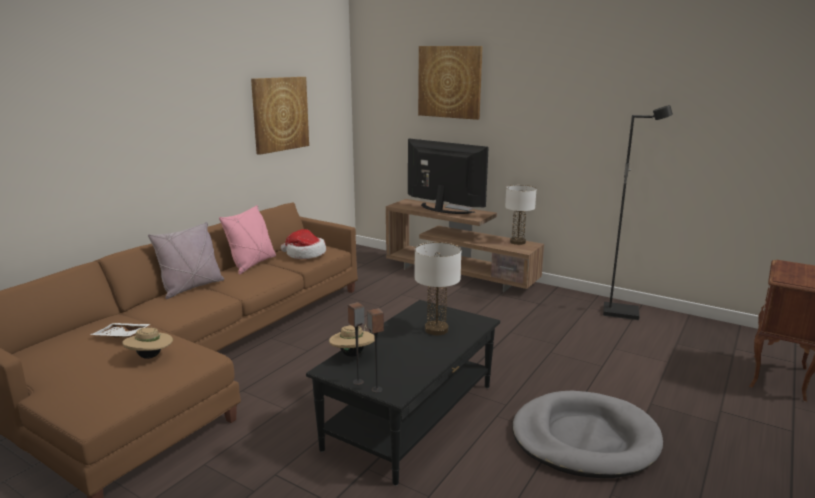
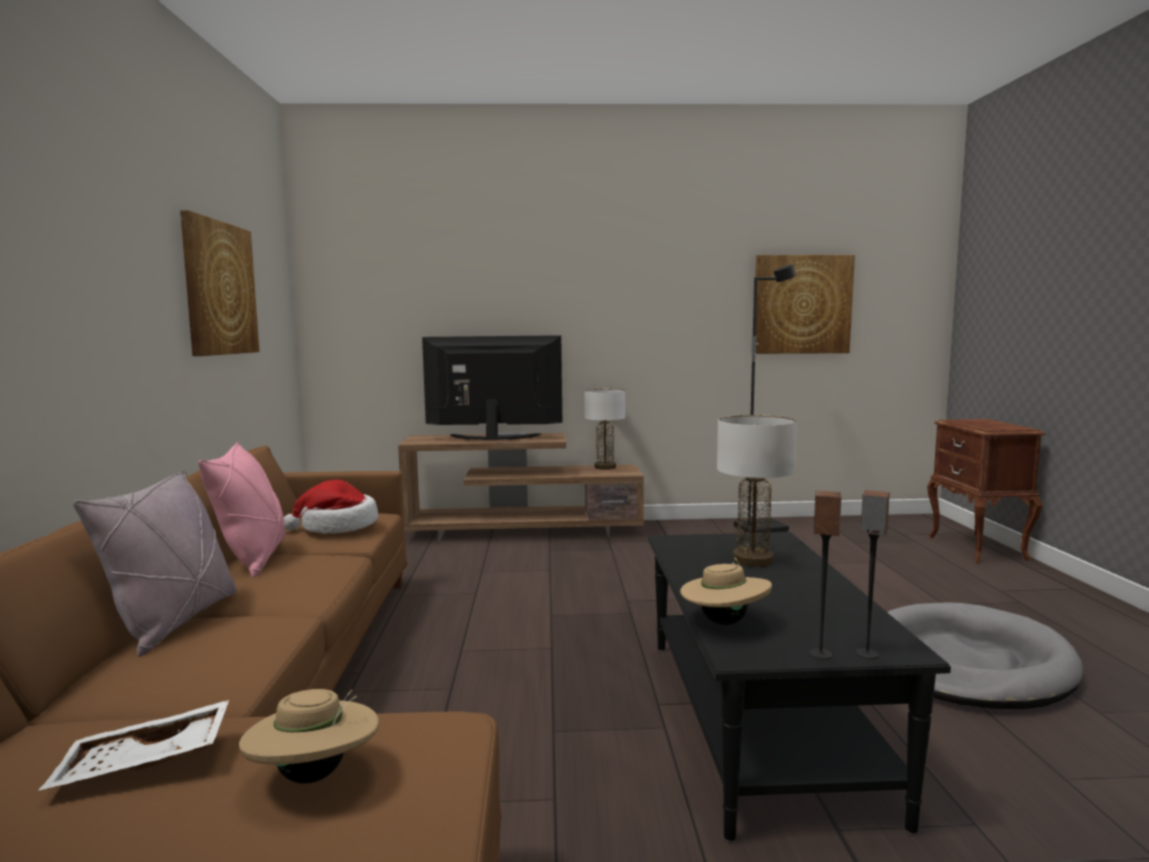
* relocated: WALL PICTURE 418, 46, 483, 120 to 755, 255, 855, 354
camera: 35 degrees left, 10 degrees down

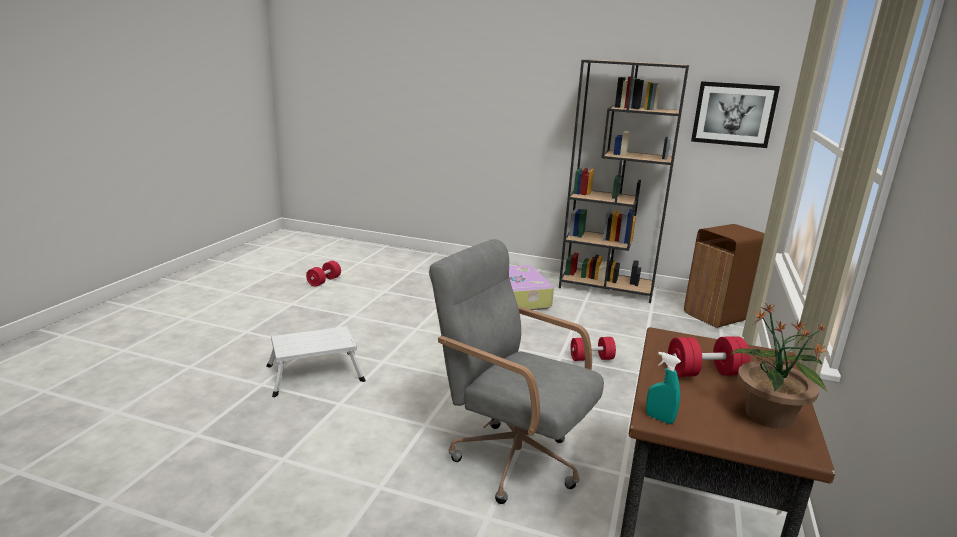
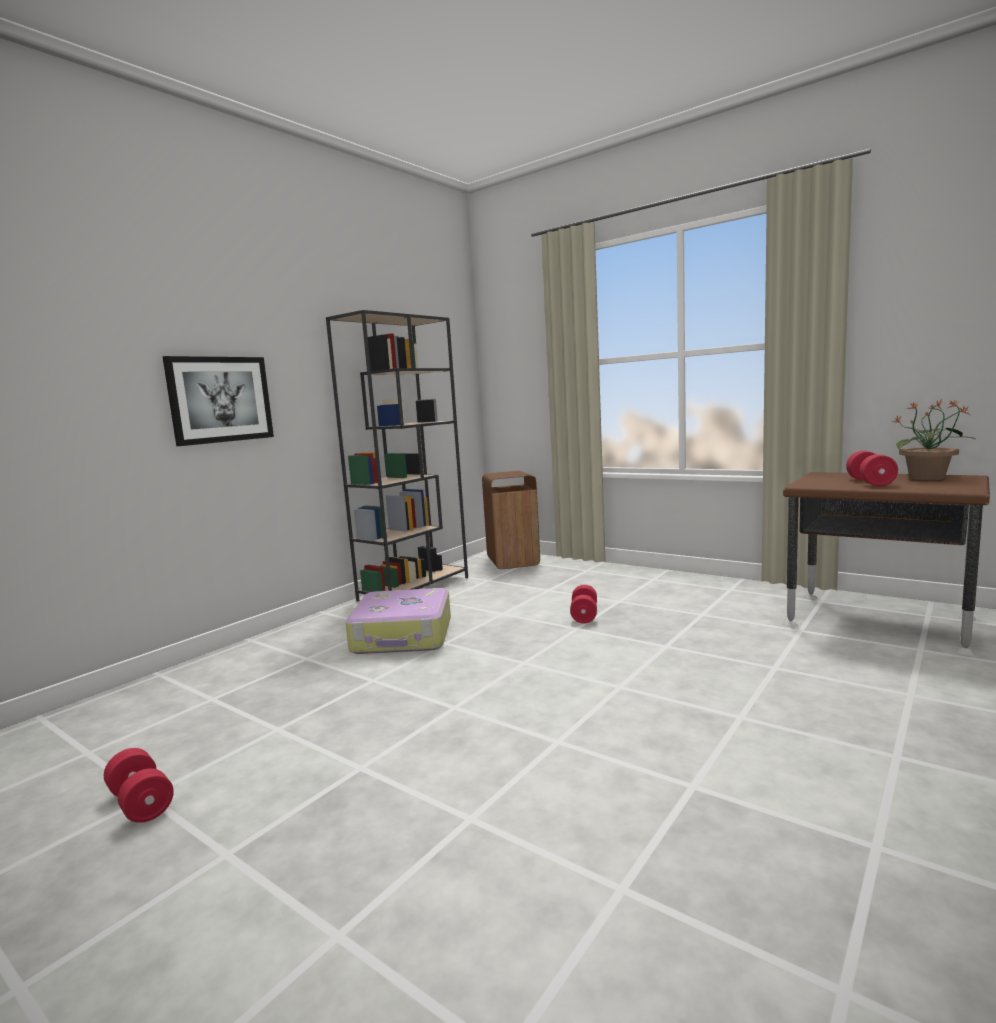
* relocated: WALL PICTURE 691, 81, 780, 148 to 163, 356, 274, 446
* missing: WHITE-COLOURED STEP STOOL 266, 326, 366, 397
* missing: GREYISH COMPUTER CHAIR 429, 239, 604, 504
* missing: TURQUOISE-COLOURED HAND SPRAYER 646, 351, 681, 424
camera: 70 degrees left, 10 degrees down

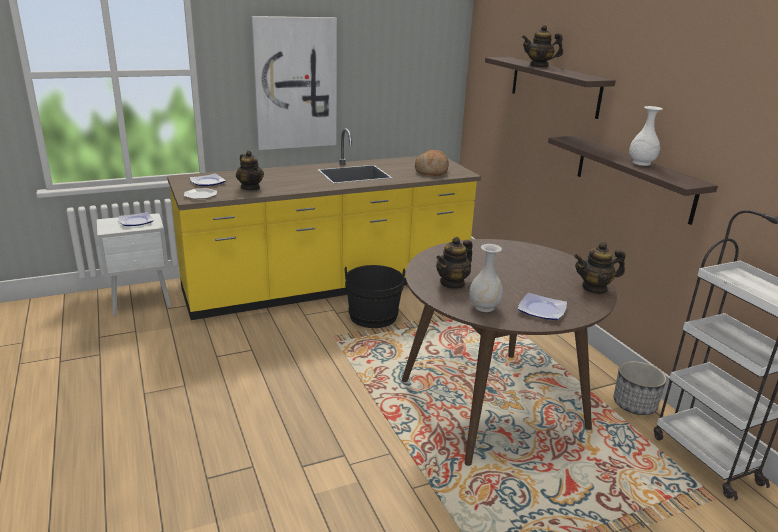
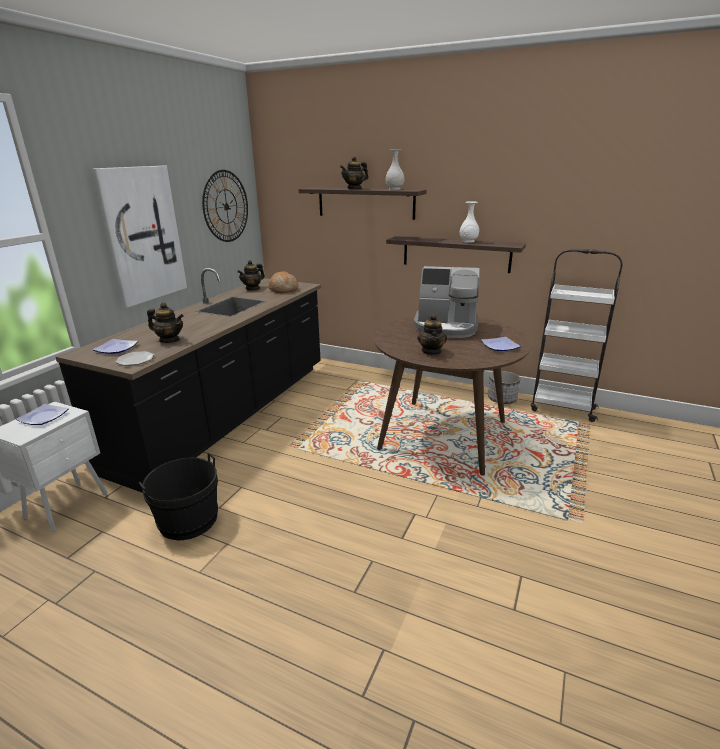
* colour: YELLOWISH COUNTER 167, 128, 481, 320 to BLACK COUNTER 56, 268, 321, 493
* relocated: BLACK WATER BUCKET 344, 265, 405, 328 to 139, 453, 218, 540
* appeared: HANGING CLOCK 202, 170, 248, 242
* relocated: TEAPOT 574, 242, 625, 294 to 237, 260, 265, 291
* relocated: WHITE-COLOURED DECORATIVE VASE 469, 244, 503, 312 to 386, 149, 404, 190
* appeared: COFFEE BREWER 414, 266, 480, 338
camera: 40 degrees left, 0 degrees up

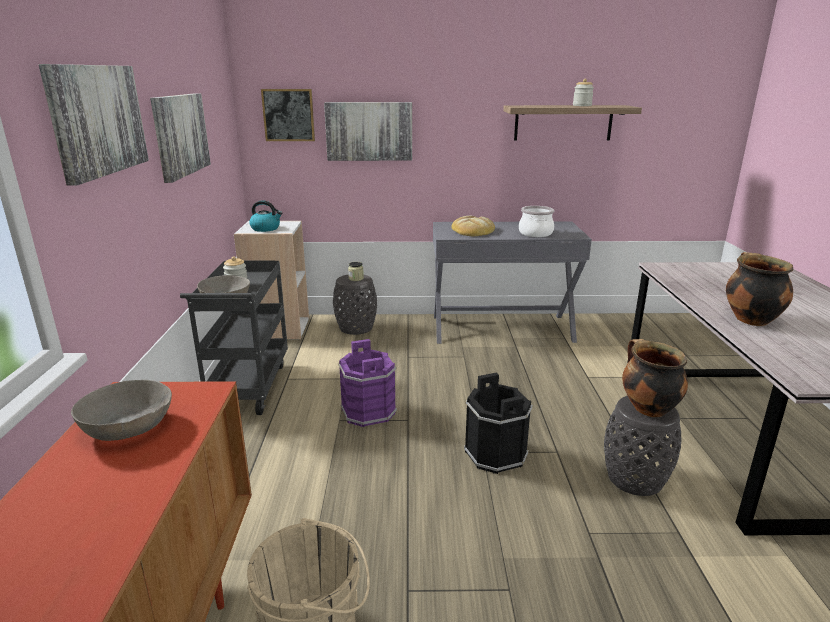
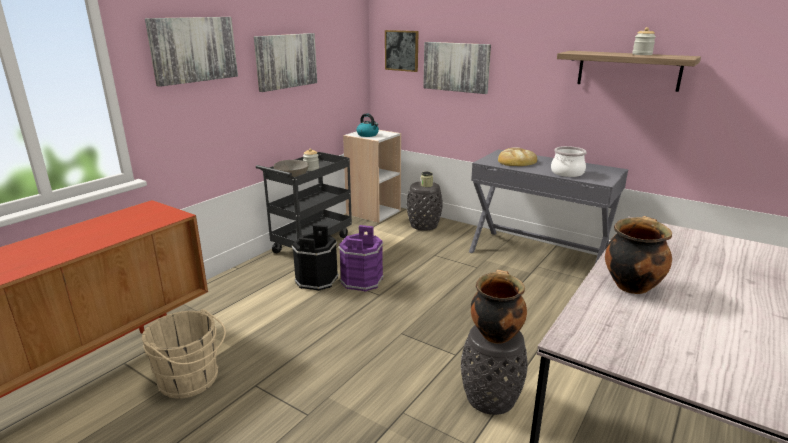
* relocated: BLACK WATER BUCKET 464, 373, 533, 474 to 292, 225, 339, 291
* missing: GREYISH BOWL 71, 380, 172, 441
camera: 35 degrees right, 0 degrees up

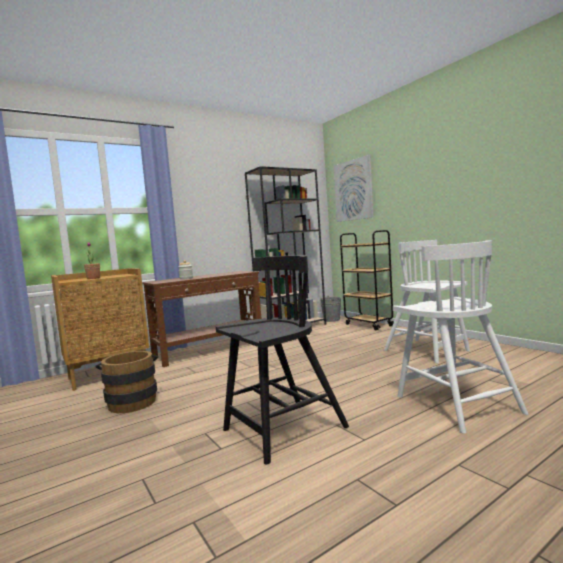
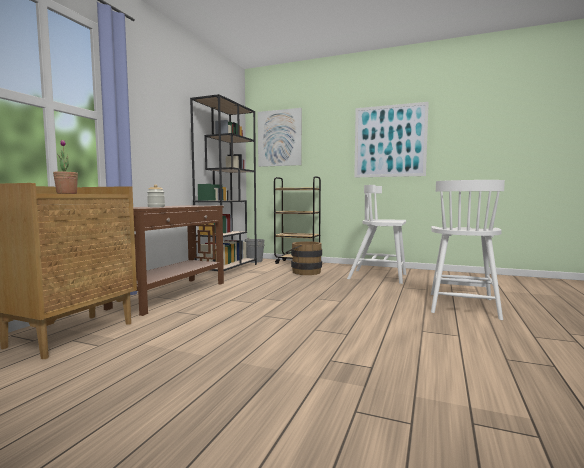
* relocated: BROWN-COLOURED WATER BUCKET 95, 351, 158, 413 to 286, 241, 322, 275
* appeared: WALL PICTURE 354, 102, 429, 177
* spun: WHITE-COLOURED CHAIR 393, 240, 528, 434 = 431, 180, 505, 320 75 degrees clockwise
* missing: BLACK CHAIR 216, 255, 349, 464
camera: 35 degrees left, 0 degrees up

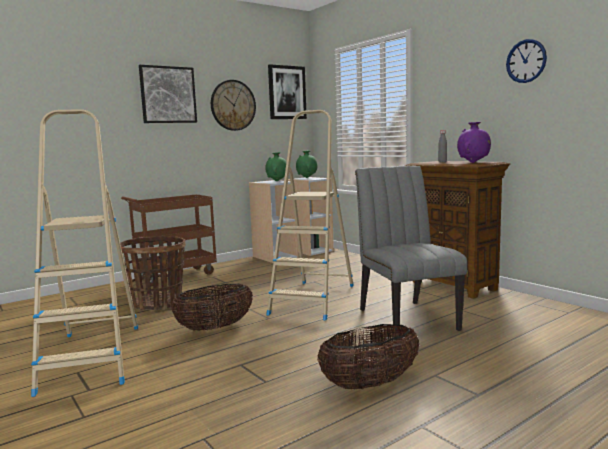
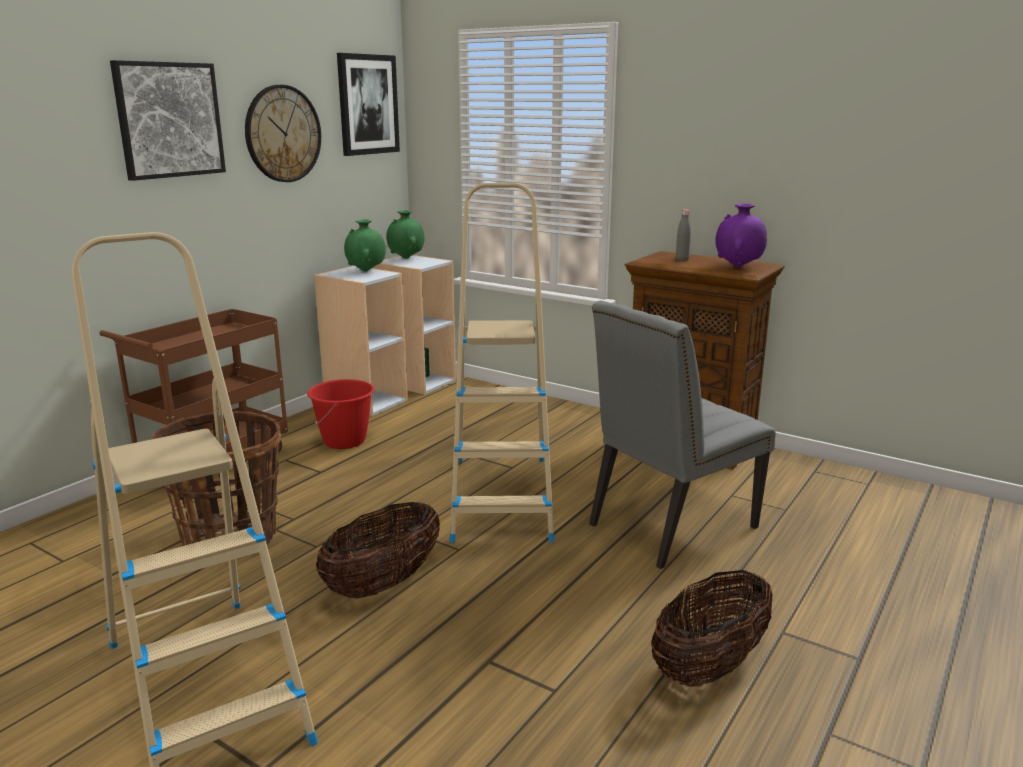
* appeared: REDDISH WATER BUCKET 307, 379, 374, 449
* spun: GREYISH CHAIR 355, 166, 467, 332 = 589, 300, 776, 569 90 degrees counterclockwise
* missing: HANGING CLOCK 506, 39, 547, 83
camera: 20 degrees left, 10 degrees up

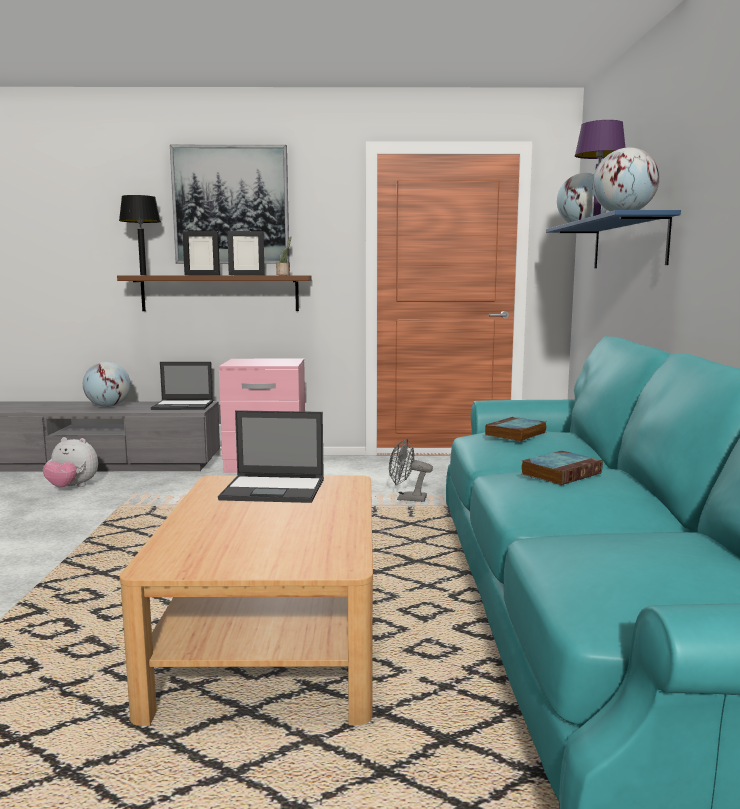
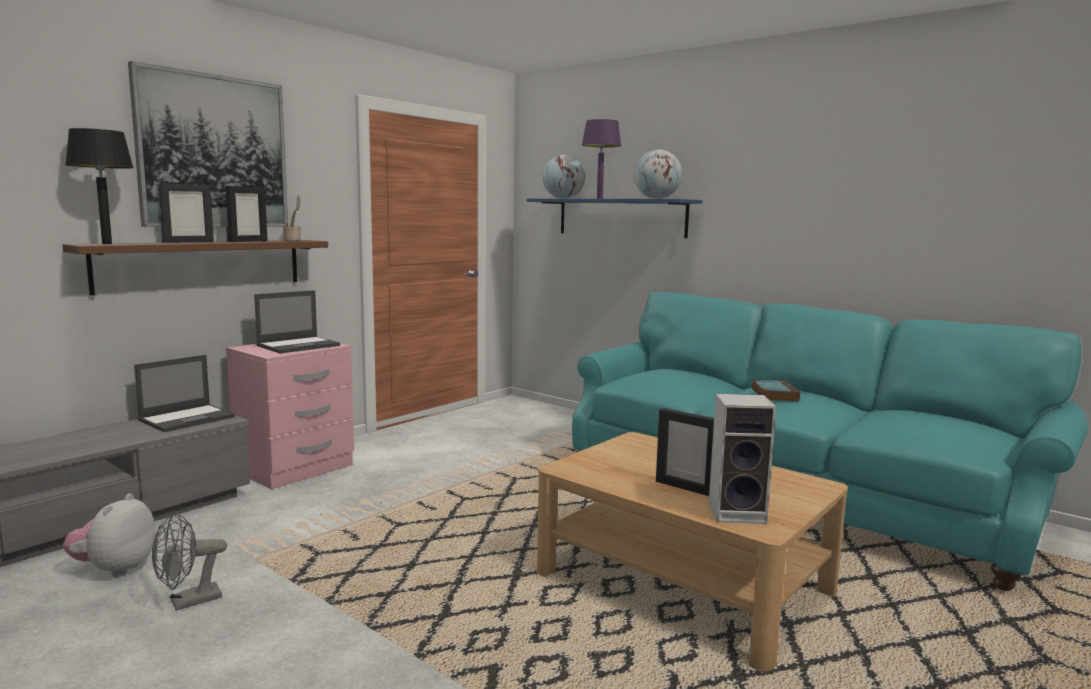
* spun: CUDDLY TOY 43, 437, 98, 487 = 63, 494, 156, 577 135 degrees clockwise
* relocated: GREYISH COOLING FAN 389, 439, 433, 502 to 152, 512, 227, 611
* relocated: LAPTOP 218, 410, 324, 503 to 254, 290, 340, 353
* appeared: STANDING FRAME 656, 408, 714, 496
* appeared: SPEAKER 709, 394, 776, 524
* missing: GLOBE 83, 362, 131, 407
* missing: BOOK 485, 417, 546, 441
camera: 50 degrees left, 0 degrees up

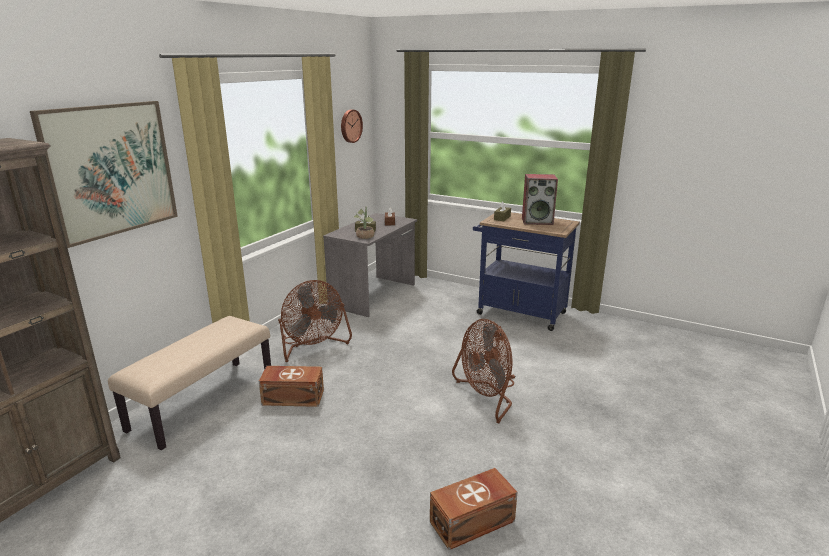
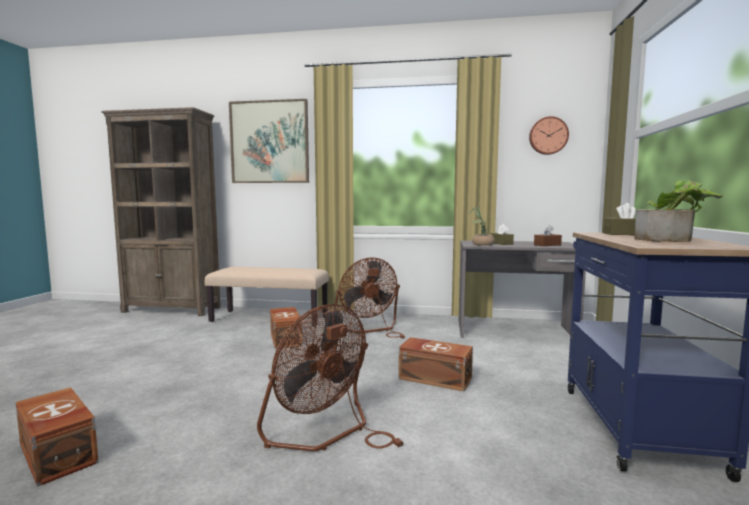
* spun: BROWN-COLOURED COOLING FAN 278, 280, 352, 362 = 333, 257, 405, 338 120 degrees clockwise
* appeared: BROWN-COLOURED STORAGE CONTAINER 398, 337, 473, 391
* exchanged: SPEAKER 522, 174, 558, 225 to HOUSEPLANT 635, 180, 723, 242
camera: 70 degrees right, 15 degrees down

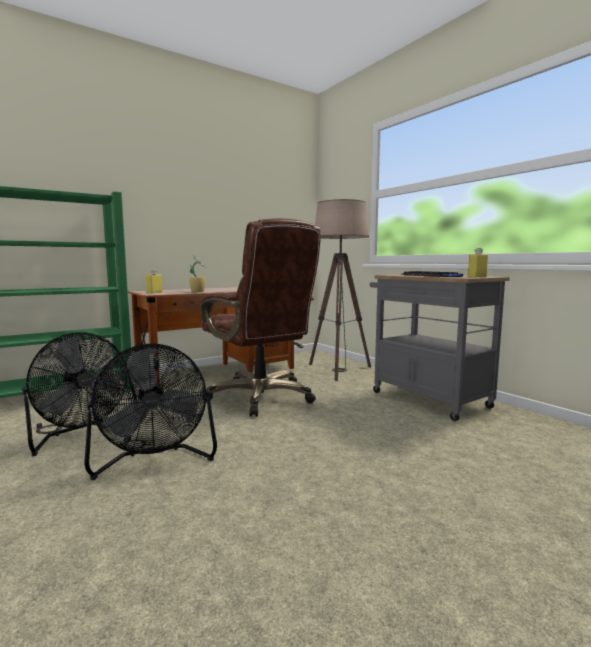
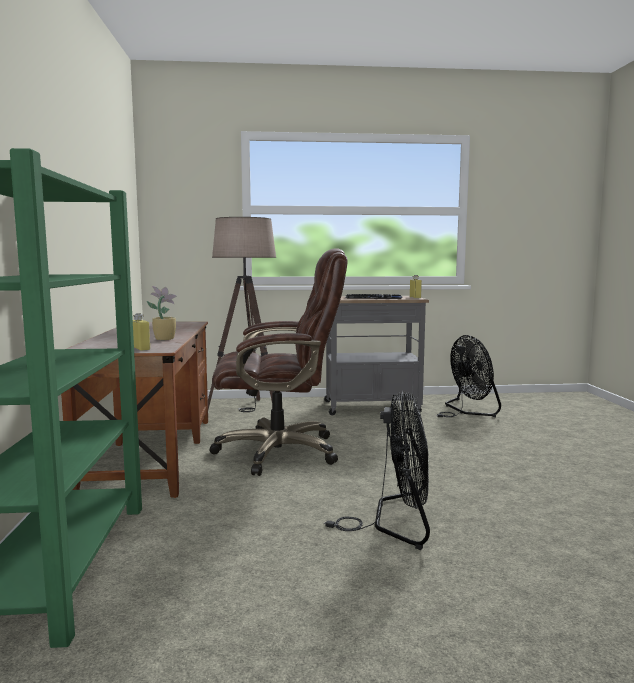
* relocated: BLACK COOLING FAN 22, 332, 138, 456 to 436, 335, 501, 417
camera: 60 degrees left, 0 degrees up

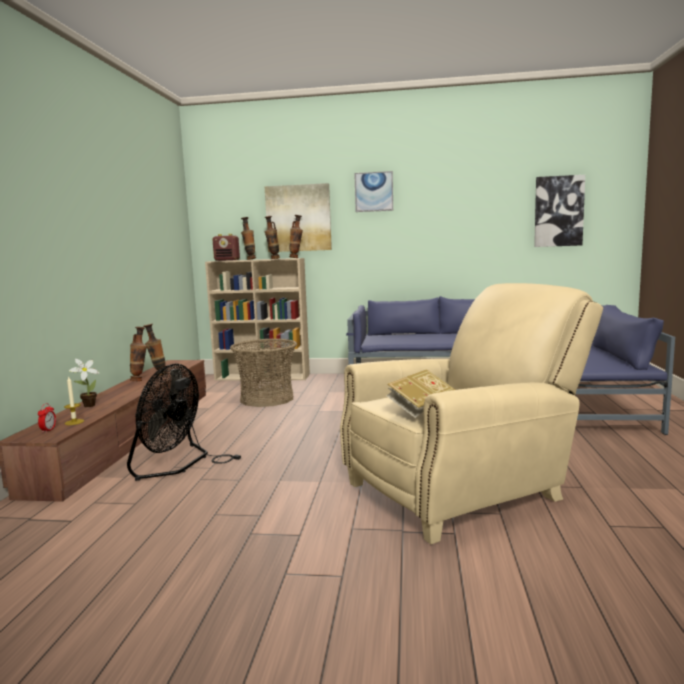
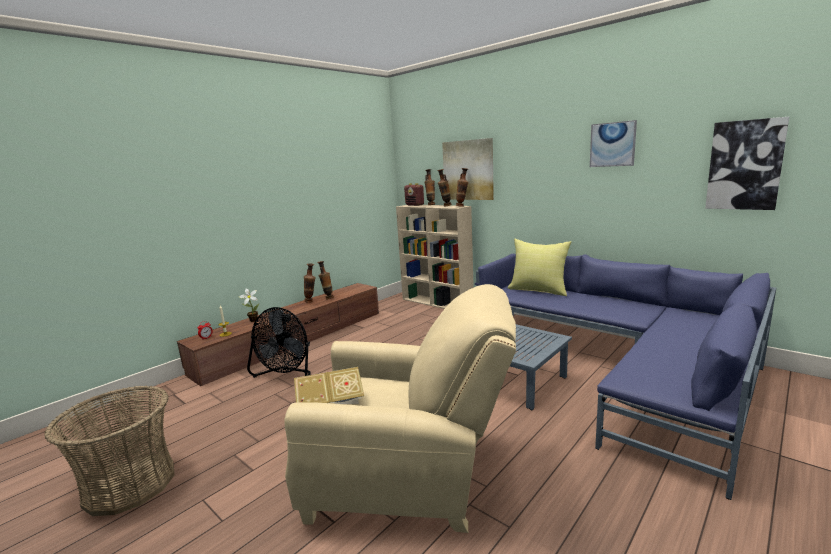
* relocated: BASKET 230, 338, 297, 407 to 44, 386, 175, 516
* spun: BLACK COOLING FAN 127, 364, 242, 481 = 247, 307, 311, 378 120 degrees counterclockwise
* appeared: YELLOWISH THROW PILLOW 507, 239, 571, 296
* relocated: WALL PICTURE 354, 171, 393, 212 to 590, 120, 637, 167
camera: 35 degrees right, 5 degrees up

